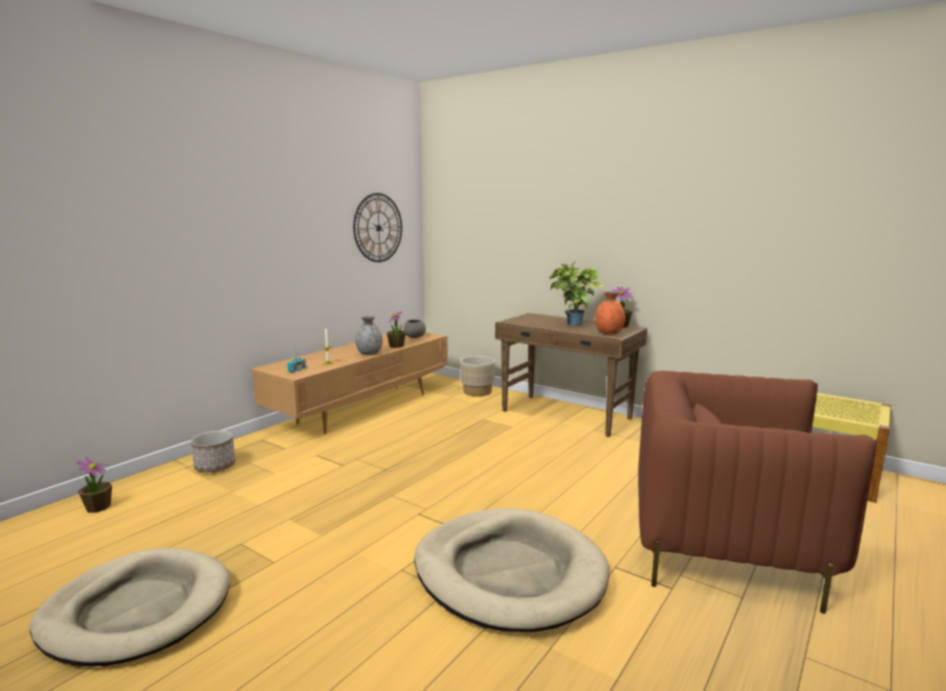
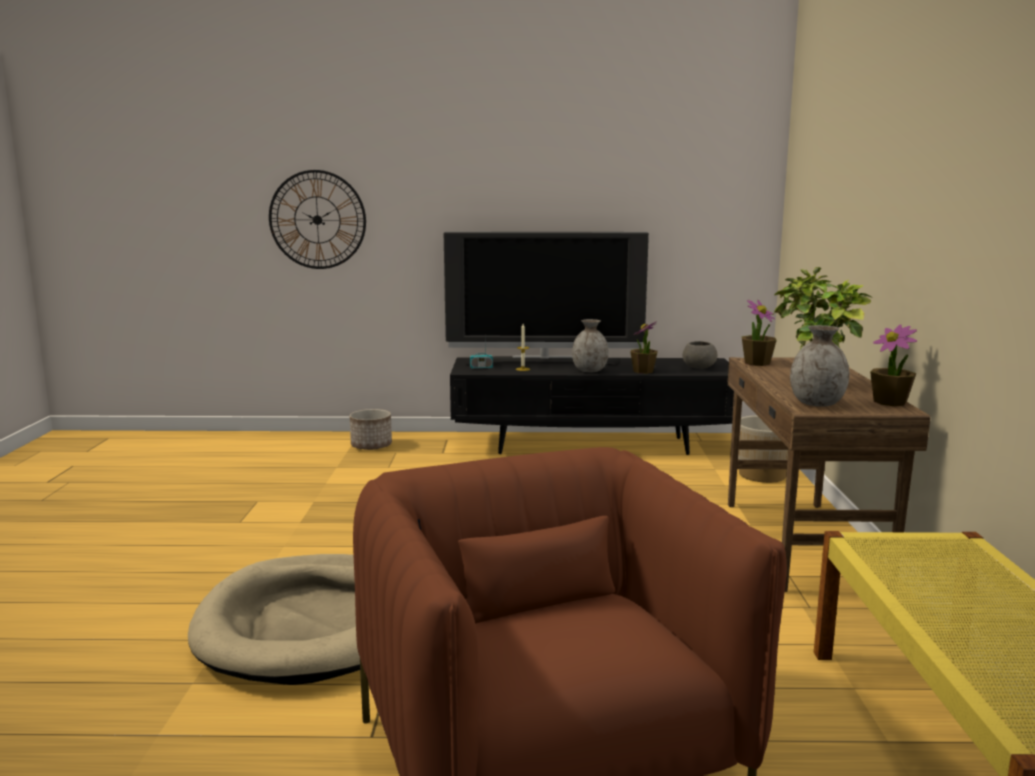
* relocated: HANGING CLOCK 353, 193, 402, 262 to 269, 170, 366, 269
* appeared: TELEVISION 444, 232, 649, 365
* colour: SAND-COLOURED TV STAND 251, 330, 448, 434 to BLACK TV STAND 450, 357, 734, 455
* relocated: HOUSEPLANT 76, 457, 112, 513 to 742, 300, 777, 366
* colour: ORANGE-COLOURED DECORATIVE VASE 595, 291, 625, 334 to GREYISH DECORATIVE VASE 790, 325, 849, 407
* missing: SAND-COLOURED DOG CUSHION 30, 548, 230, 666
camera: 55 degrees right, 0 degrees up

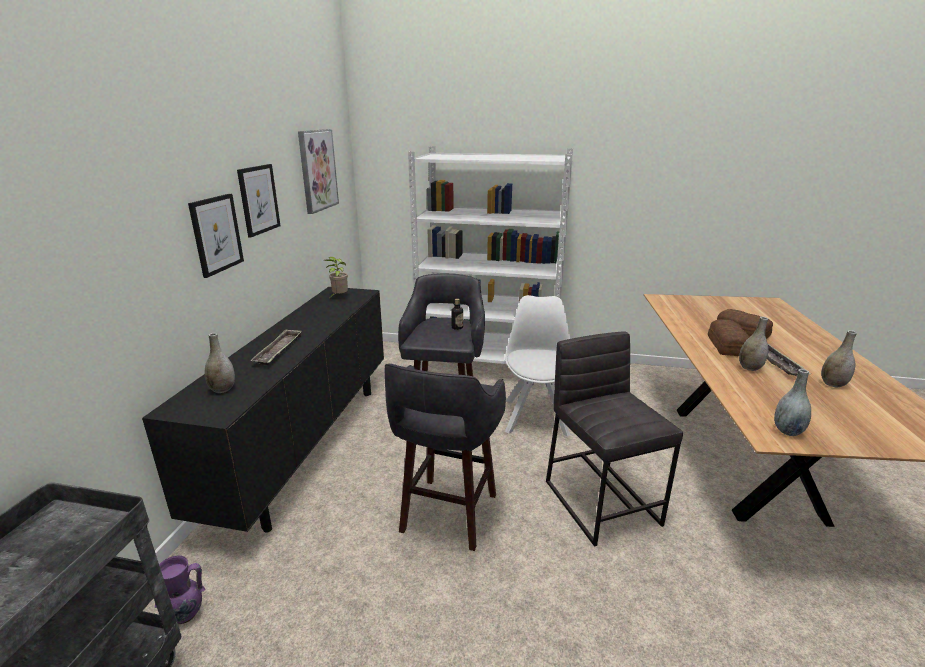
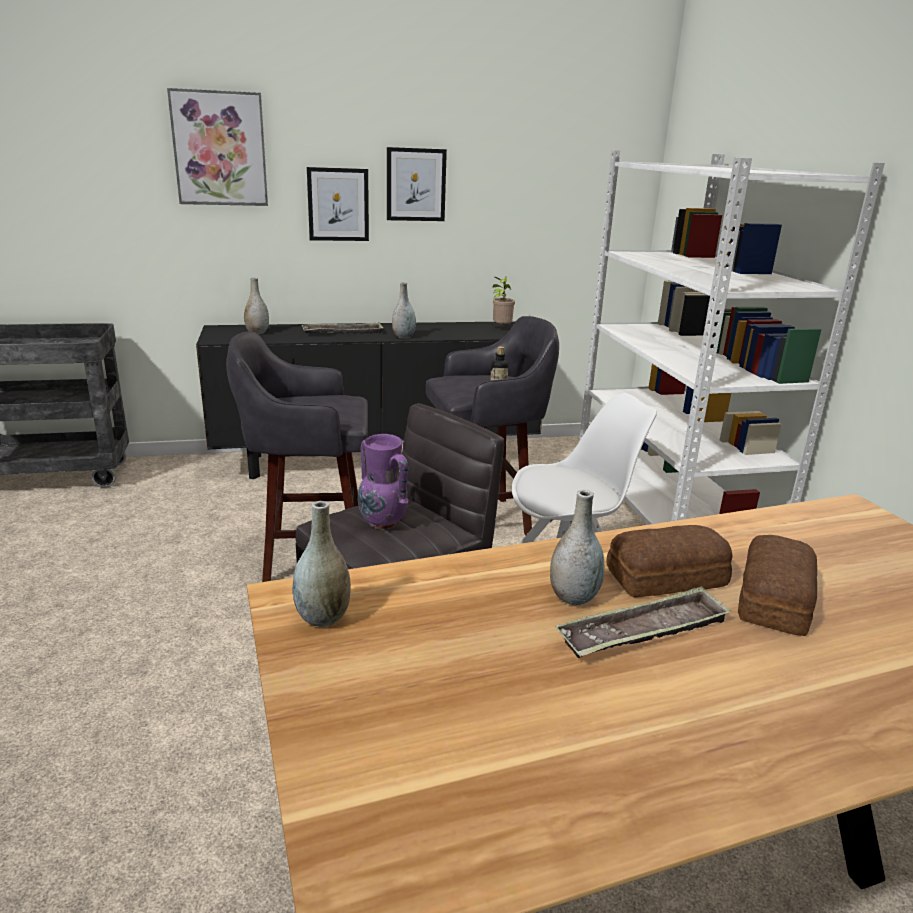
* relocated: WALL PICTURE 298, 129, 339, 214 to 167, 88, 268, 206
* relocated: PURPLE-COLOURED DECORATIVE VASE 155, 555, 205, 624 to 358, 434, 409, 530
* relocated: GREYISH DECORATIVE VASE 821, 330, 857, 387 to 392, 282, 416, 339
camera: 65 degrees right, 0 degrees up

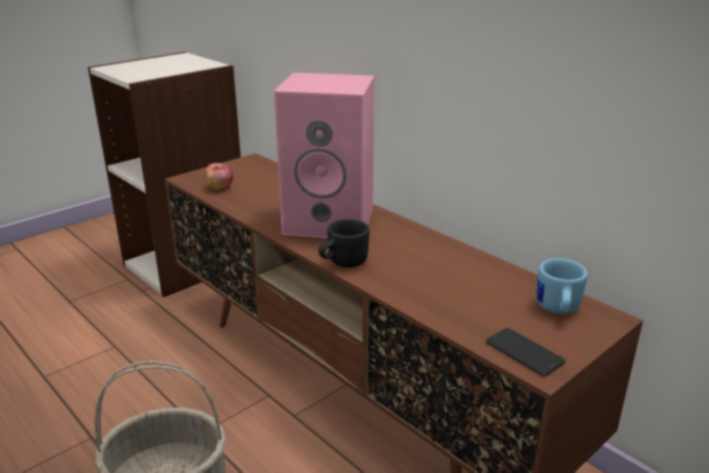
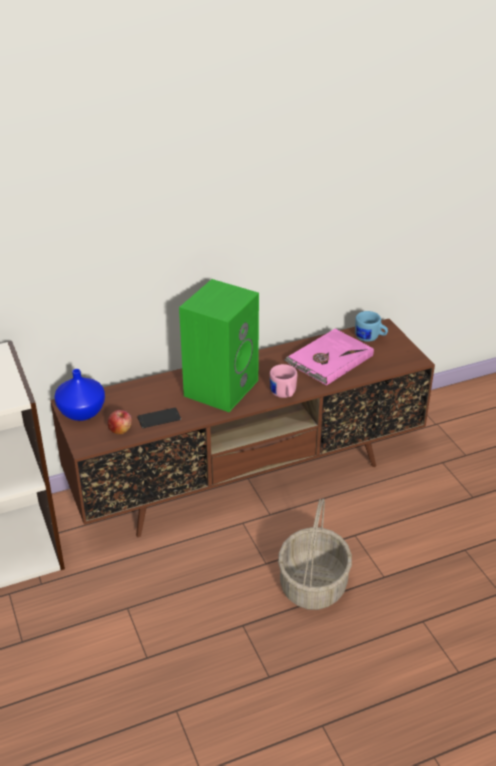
* appeared: BLUE-COLOURED DECORATIVE VASE 54, 369, 105, 421
* relocated: HANDSET 486, 328, 565, 376 to 138, 408, 181, 428
* colour: PINKISH SPEAKER 274, 73, 374, 238 to GREEN SPEAKER 179, 279, 259, 412
* colour: BLACK COFFEE MUG 318, 219, 369, 268 to PINKISH COFFEE MUG 270, 364, 297, 398
* appeared: PINKISH BOOK 285, 329, 374, 386
camera: 70 degrees left, 10 degrees up

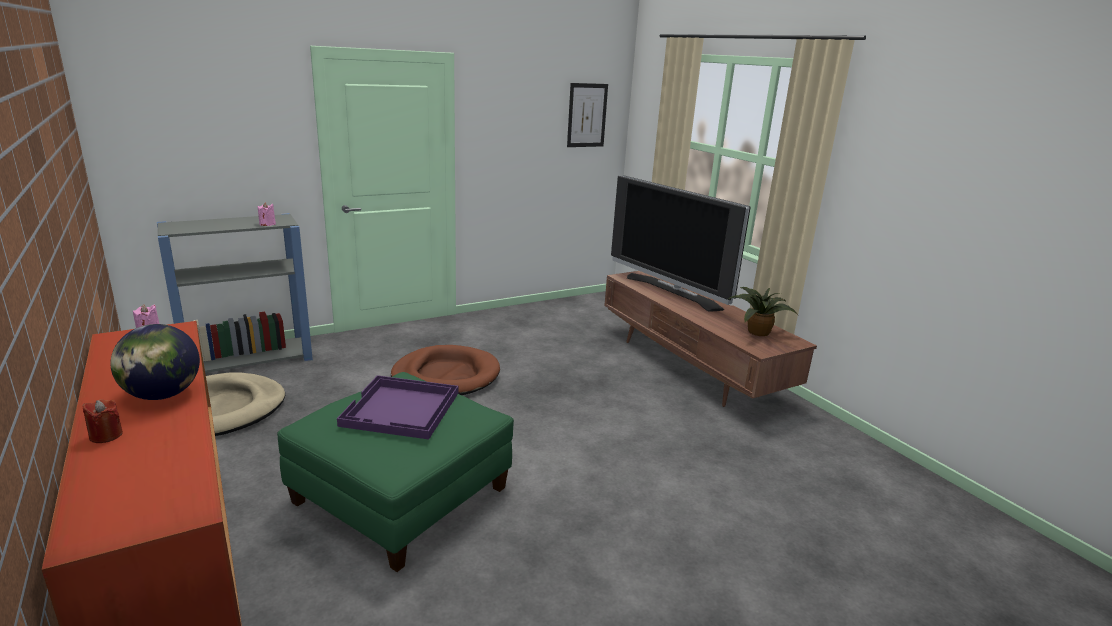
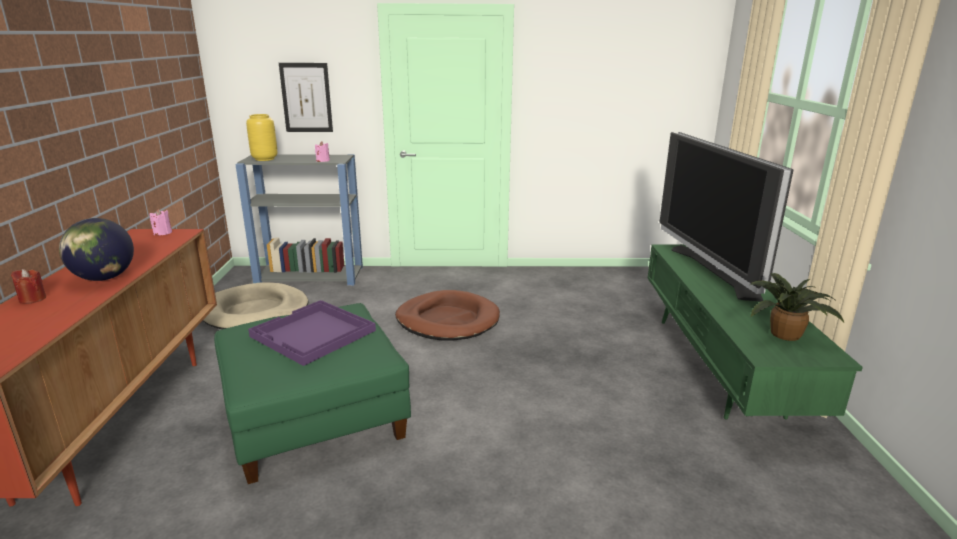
* appeared: YELLOWISH DECORATIVE VASE 246, 114, 277, 161
* relocated: WALL PICTURE 567, 83, 608, 147 to 279, 63, 333, 132
* colour: BROWN-COLOURED TV STAND 604, 271, 817, 407 to GREEN TV STAND 647, 244, 863, 420
camera: 30 degrees right, 0 degrees up

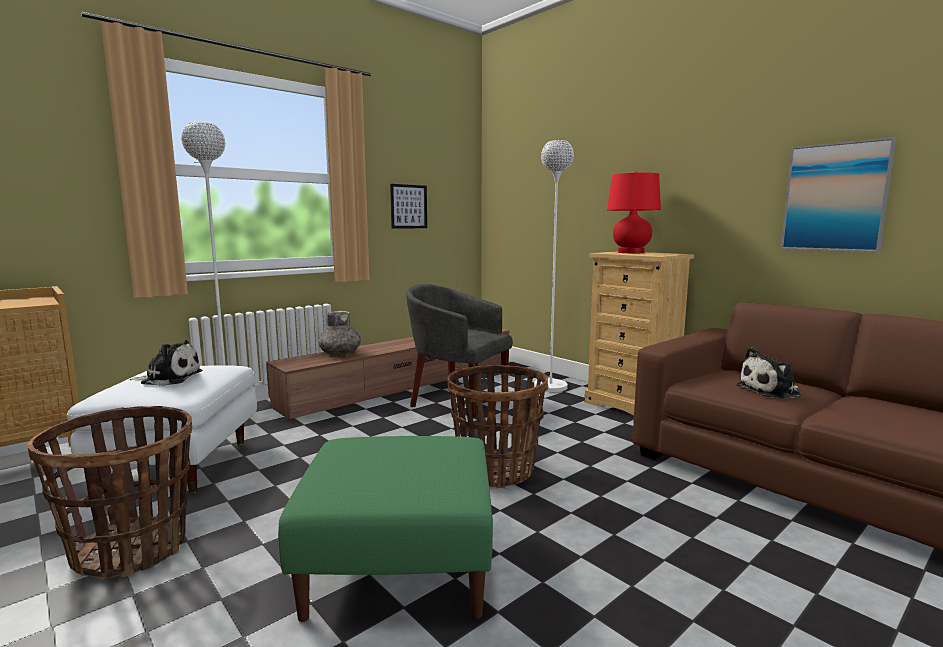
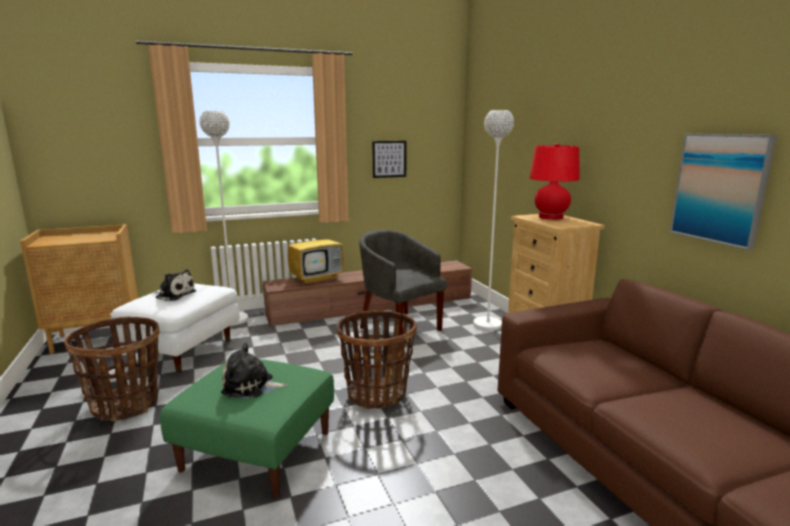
* relocated: CUDDLY TOY 736, 347, 801, 399 to 221, 342, 287, 398
* exchanged: GREYISH DECORATIVE VASE 318, 311, 361, 355 to TELEVISION 288, 227, 344, 285
camera: 20 degrees right, 5 degrees up

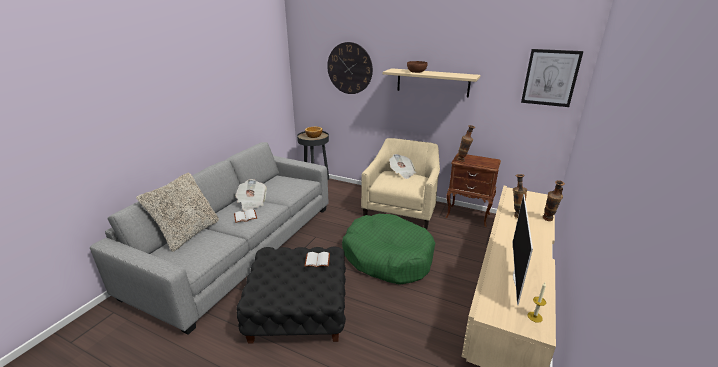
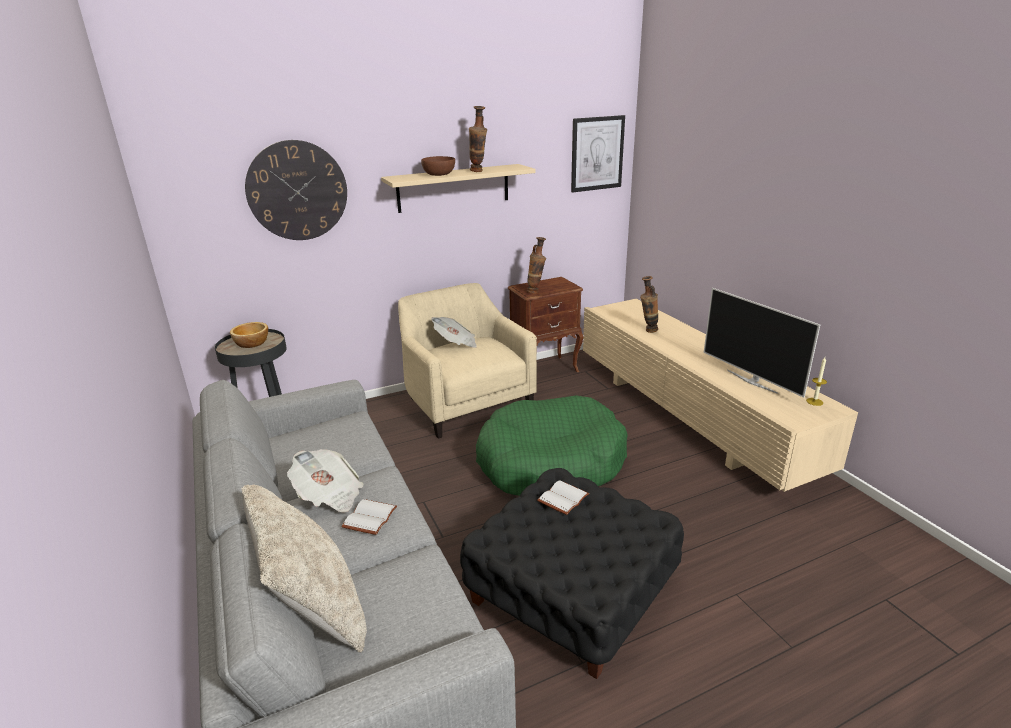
* relocated: DECORATIVE VASE 543, 180, 565, 221 to 469, 106, 487, 172
camera: 50 degrees left, 0 degrees up

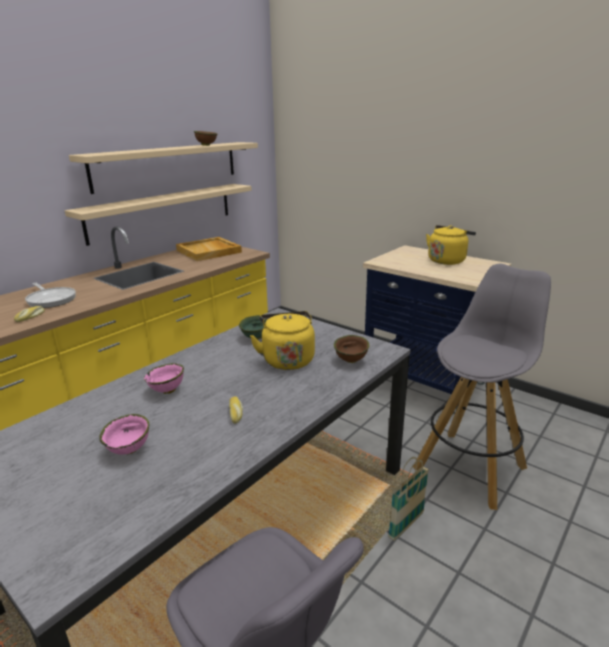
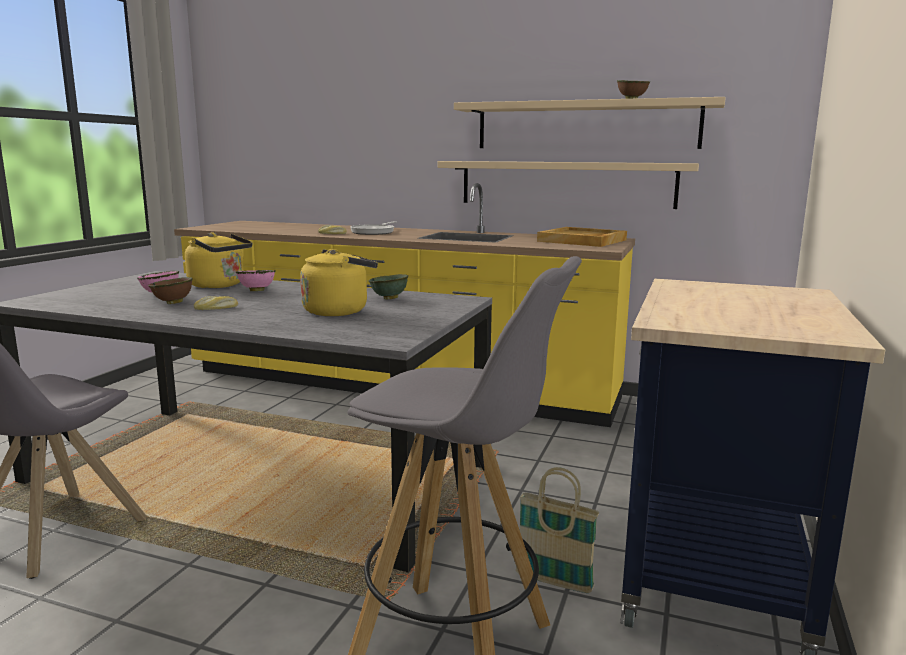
* relocated: BROWN-COLOURED BOWL 334, 335, 369, 363 to 148, 277, 193, 304
* relocated: YELLOWISH WATER KETTLE 426, 225, 476, 265 to 185, 232, 252, 288
* relocated: BASKET 388, 457, 429, 541 to 516, 467, 600, 593
camera: 70 degrees right, 10 degrees down

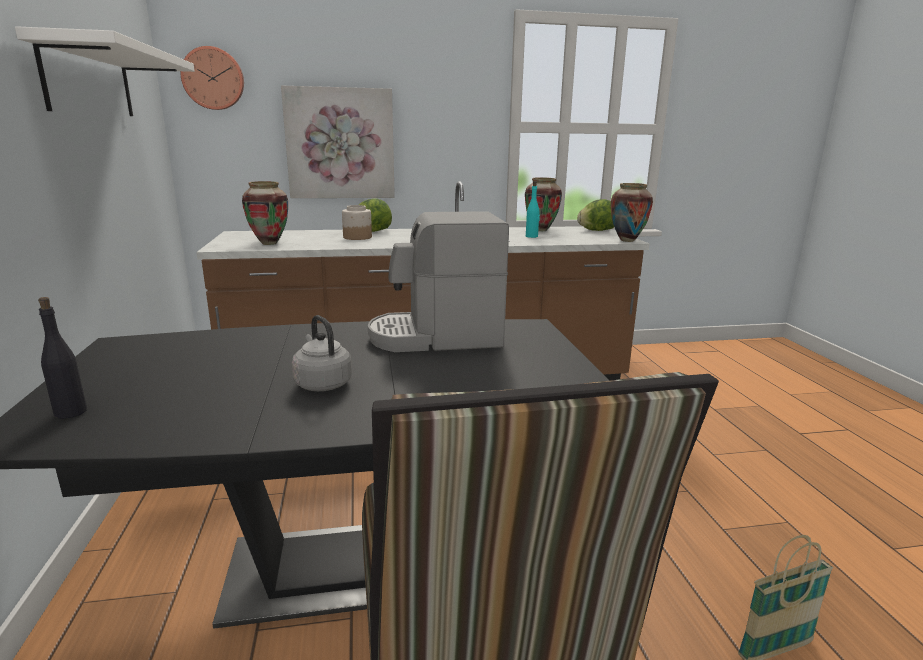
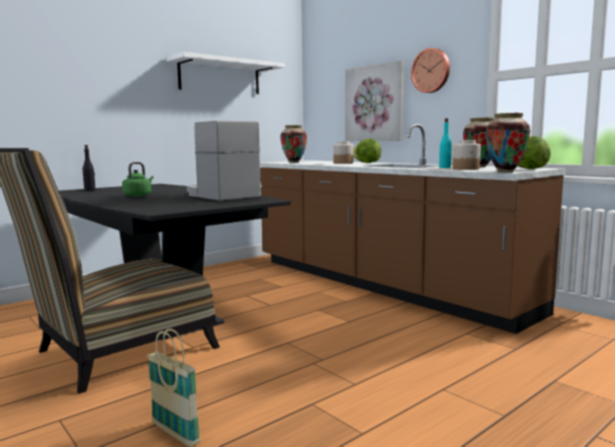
* colour: GREYISH WATER KETTLE 292, 315, 352, 391 to GREEN WATER KETTLE 122, 162, 154, 197
* relocated: HANGING CLOCK 181, 46, 244, 110 to 411, 48, 450, 93
* appeared: STORAGE JAR 453, 140, 481, 170
camera: 60 degrees right, 10 degrees down

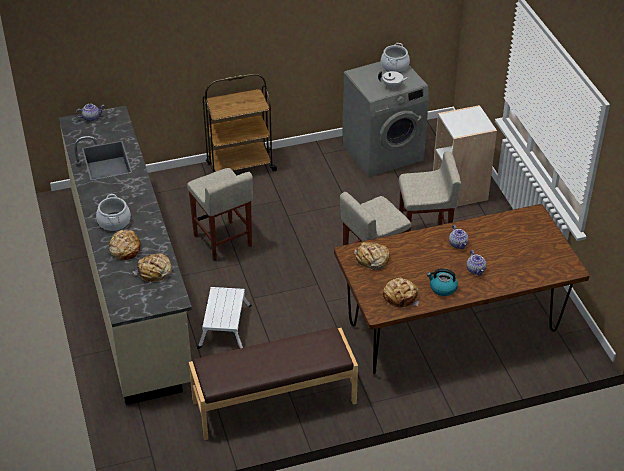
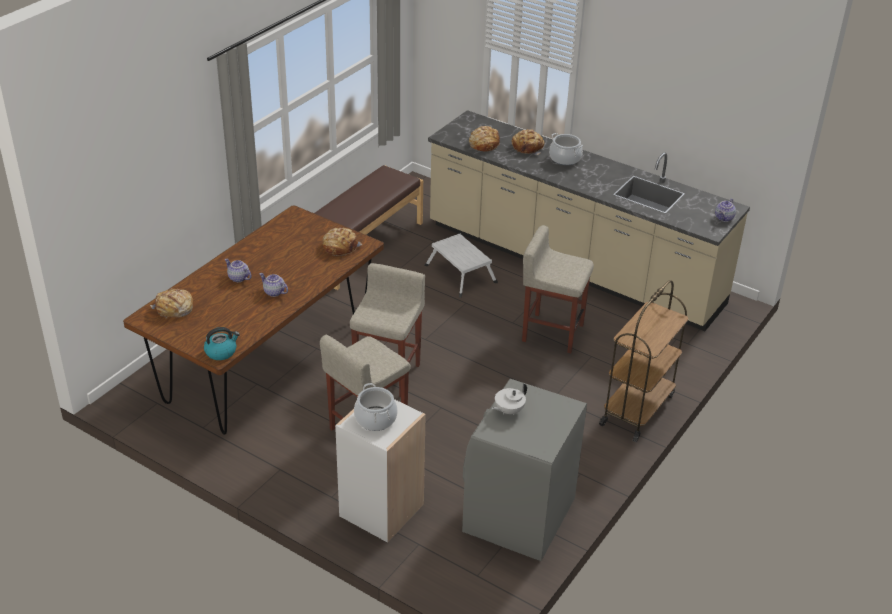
* relocated: BAKED BREAD 383, 278, 419, 308 to 150, 288, 193, 319
* relocated: WATER KETTLE 427, 268, 458, 296 to 204, 327, 240, 360
* relocated: SAUCEPOT 381, 43, 410, 73 to 354, 383, 398, 431
camera: 140 degrees right, 5 degrees down

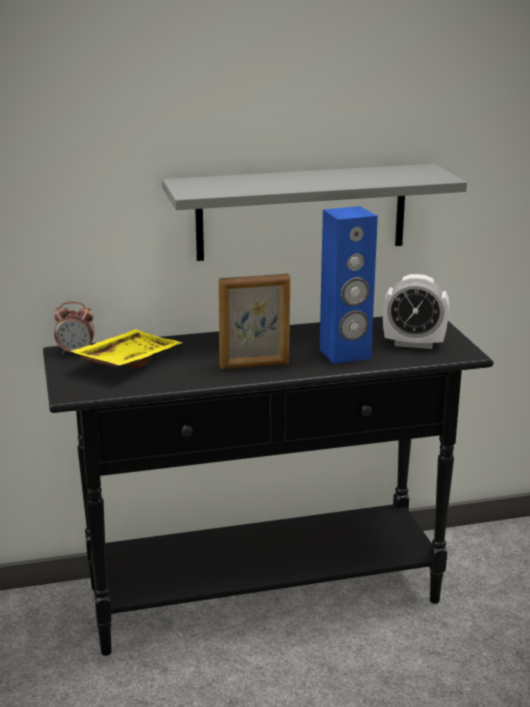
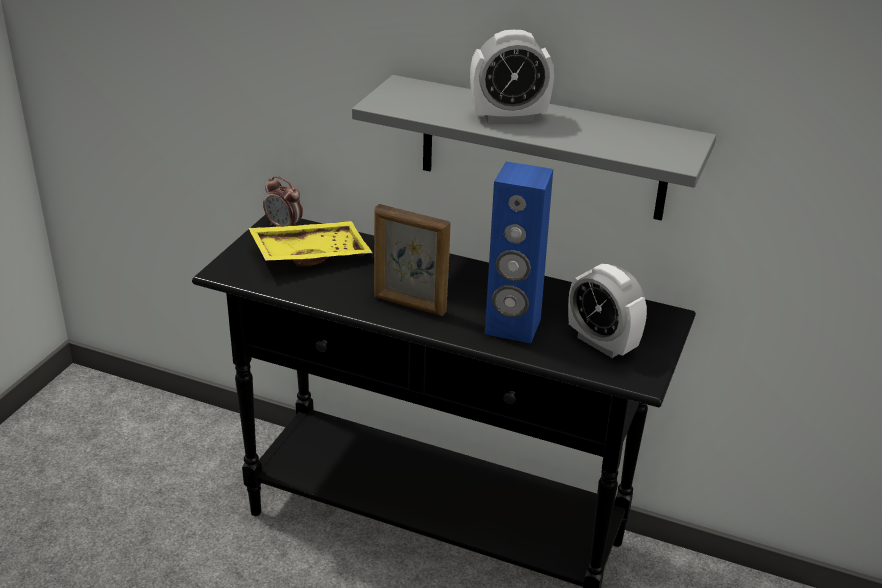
* appeared: TABLE CLOCK 470, 30, 554, 123
camera: 35 degrees right, 10 degrees up

